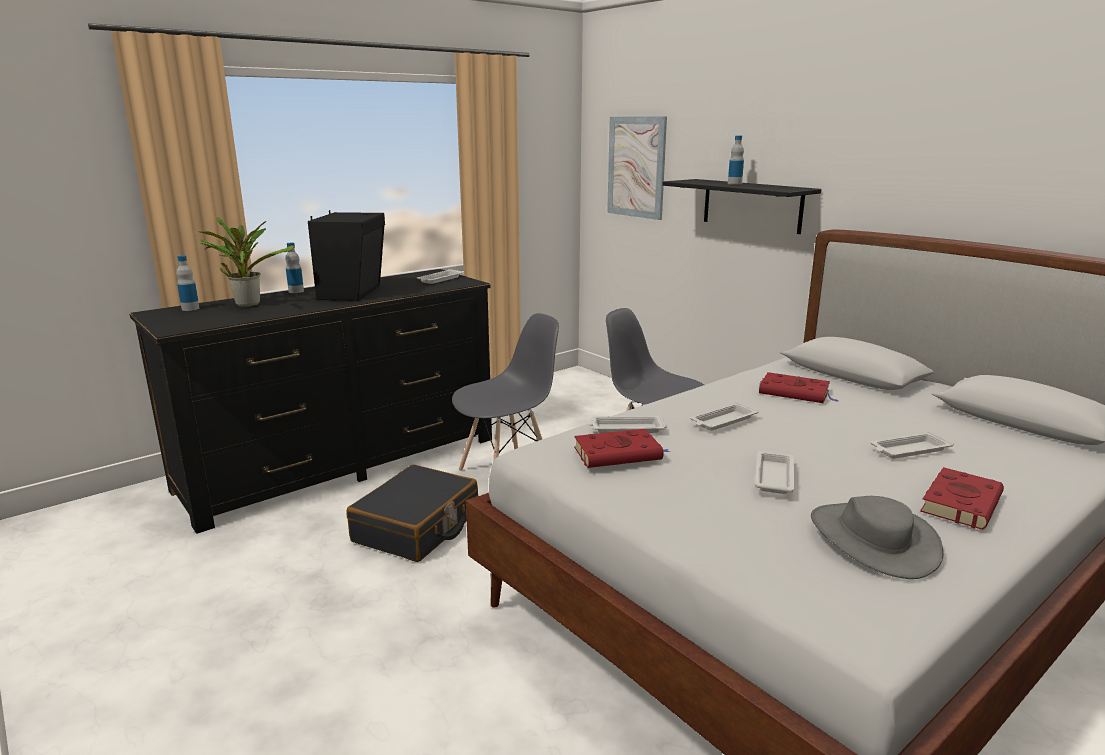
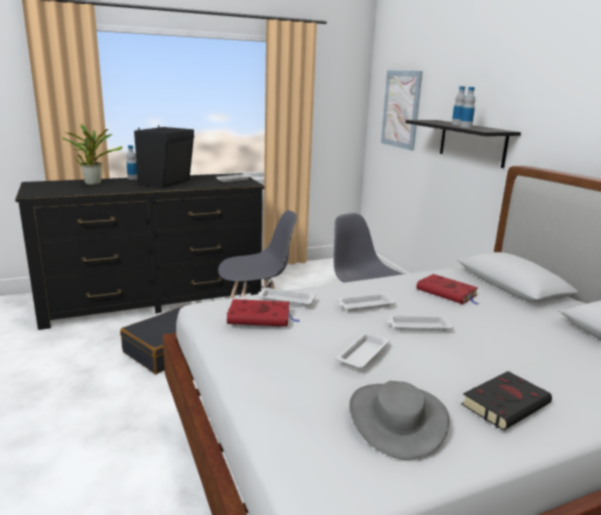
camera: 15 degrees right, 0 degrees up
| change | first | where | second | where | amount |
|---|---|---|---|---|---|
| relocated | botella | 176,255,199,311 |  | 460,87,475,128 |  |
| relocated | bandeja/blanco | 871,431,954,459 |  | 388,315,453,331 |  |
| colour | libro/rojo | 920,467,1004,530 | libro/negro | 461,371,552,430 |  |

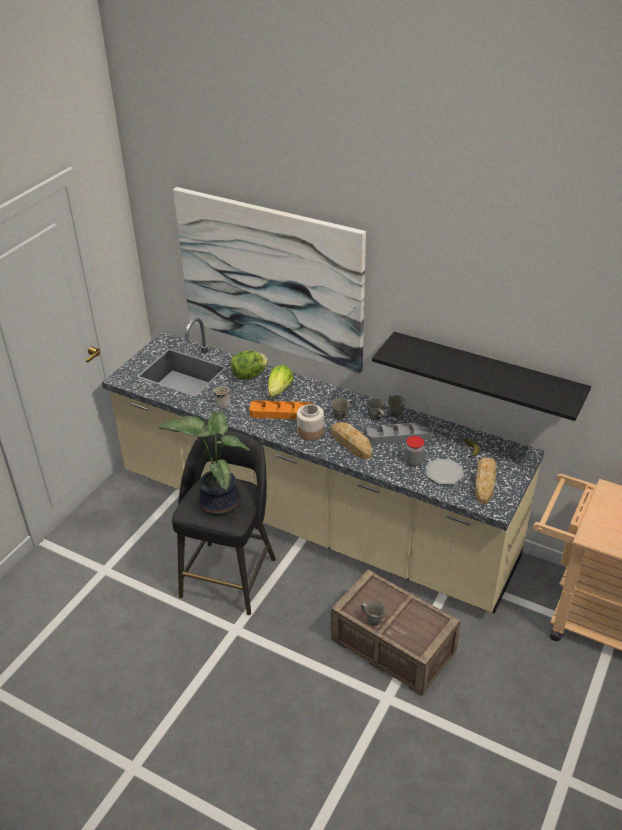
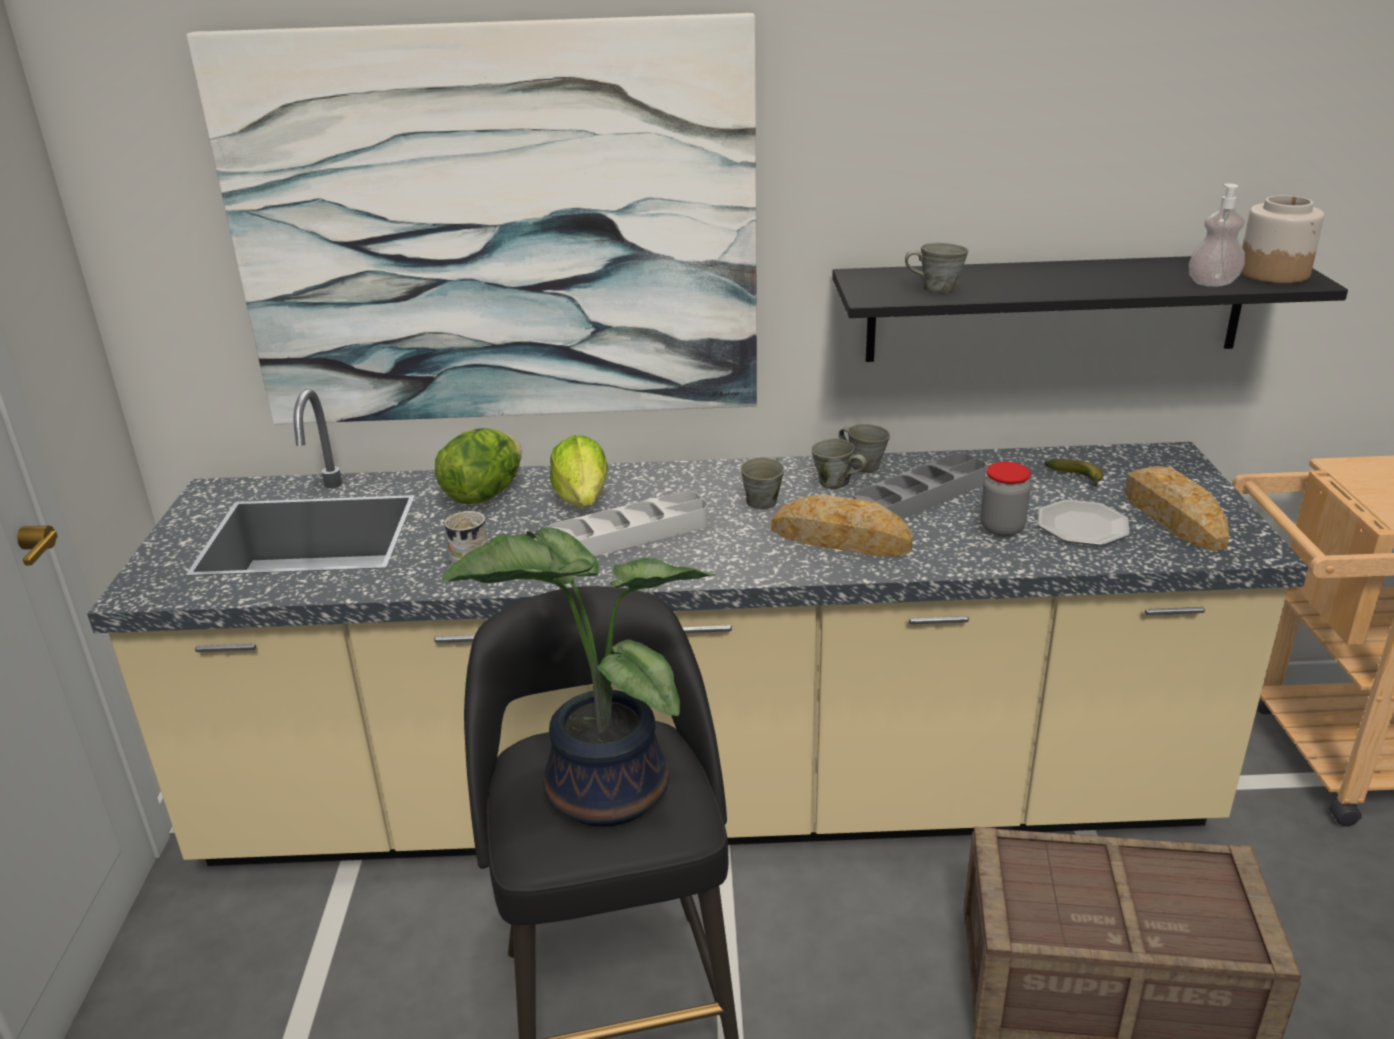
camera: 30 degrees left, 10 degrees down
| change | first | where | second | where | amount |
|---|---|---|---|---|---|
| appeared |  |  | dispensador de jabón | 1189,183,1245,287 |  |
| relocated | tarro | 297,404,324,441 |  | 1241,195,1324,283 |  |
| relocated | taza grande/gris | 361,602,386,626 |  | 905,243,969,294 |  |
| colour | bandeja/naranja | 249,400,313,419 | bandeja/gris | 549,491,708,556 |  |

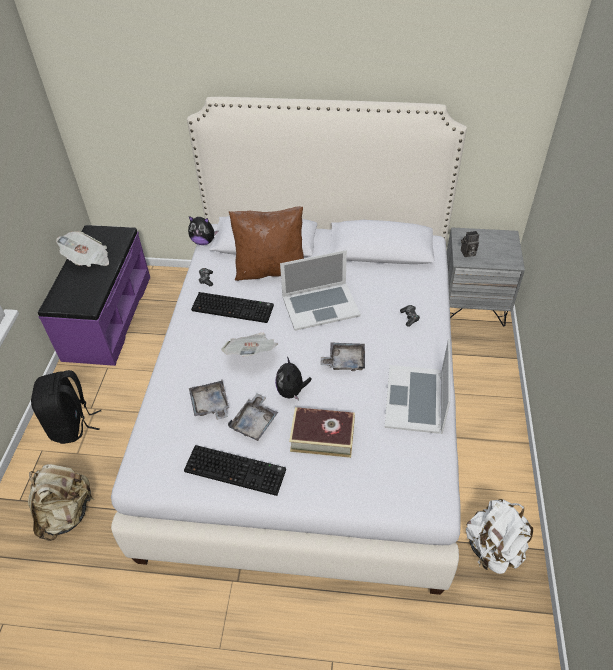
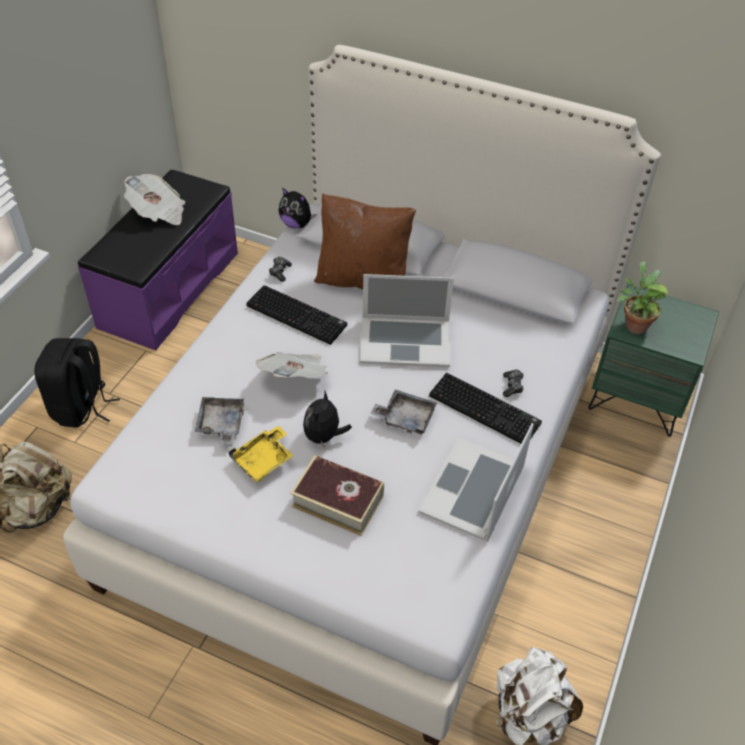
camera: 15 degrees right, 0 degrees up
| change | first | where | second | where | amount |
|---|---|---|---|---|---|
| relocated | teclado | 184,445,286,496 |  | 429,373,542,444 |  |
| exchanged | cámara | 461,231,479,257 | planta en maceta | 617,261,668,334 |  |
| colour | bandeja/gris | 228,394,278,441 | bandeja/amarillo | 229,426,293,482 |  |
| colour | mesita de noche/gris | 447,227,525,326 | mesita de noche/verde | 588,284,719,436 |  |

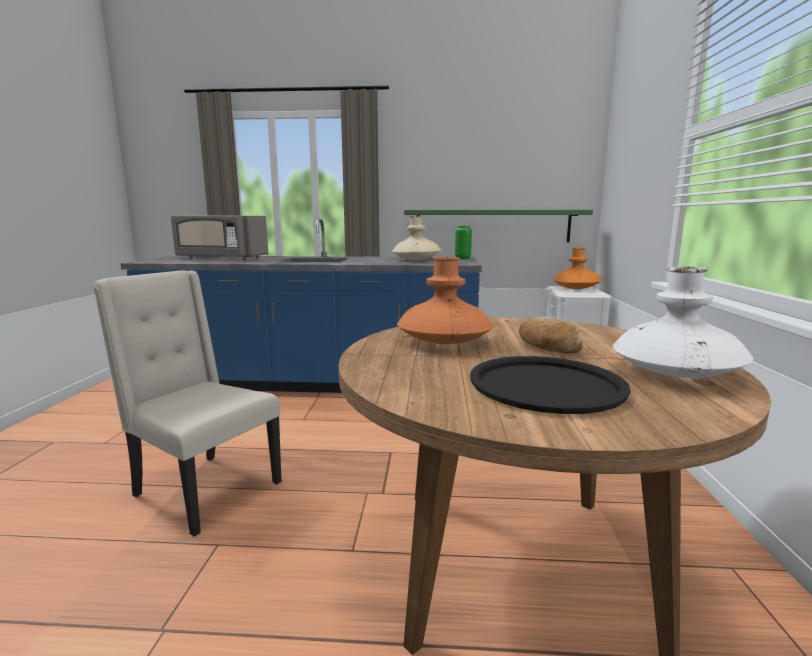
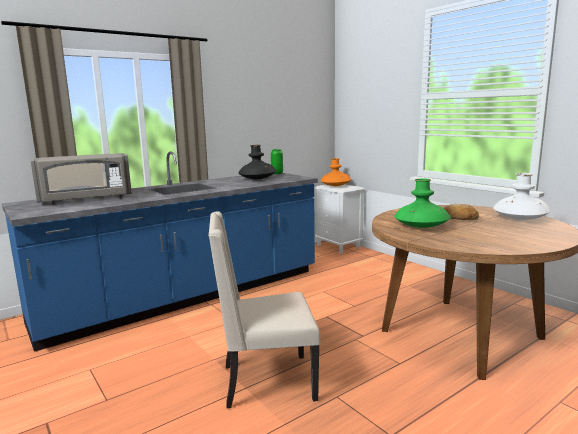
camera: 40 degrees left, 0 degrees up
| change | first | where | second | where | amount |
|---|---|---|---|---|---|
| missing | estante/verde | 404,210,593,242 |  |  |  |
| missing | bandeja/negro | 470,356,631,414 |  |  |  |
| colour | florero/beis | 392,216,441,261 | florero/negro | 238,145,277,180 |  |
| colour | florero/naranja | 397,257,494,344 | florero/verde | 394,178,451,228 |  |

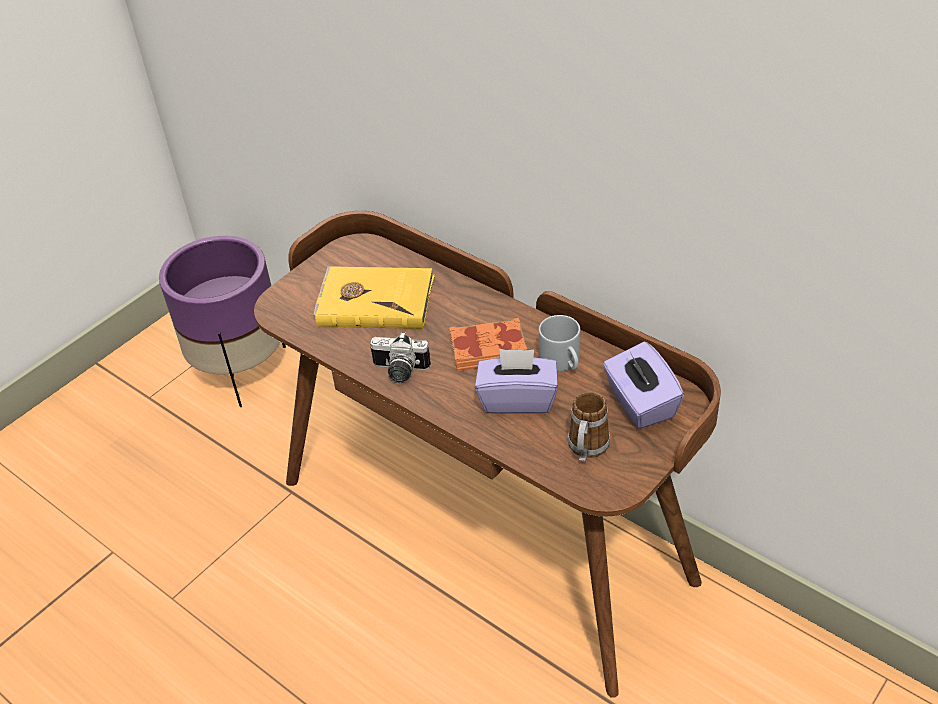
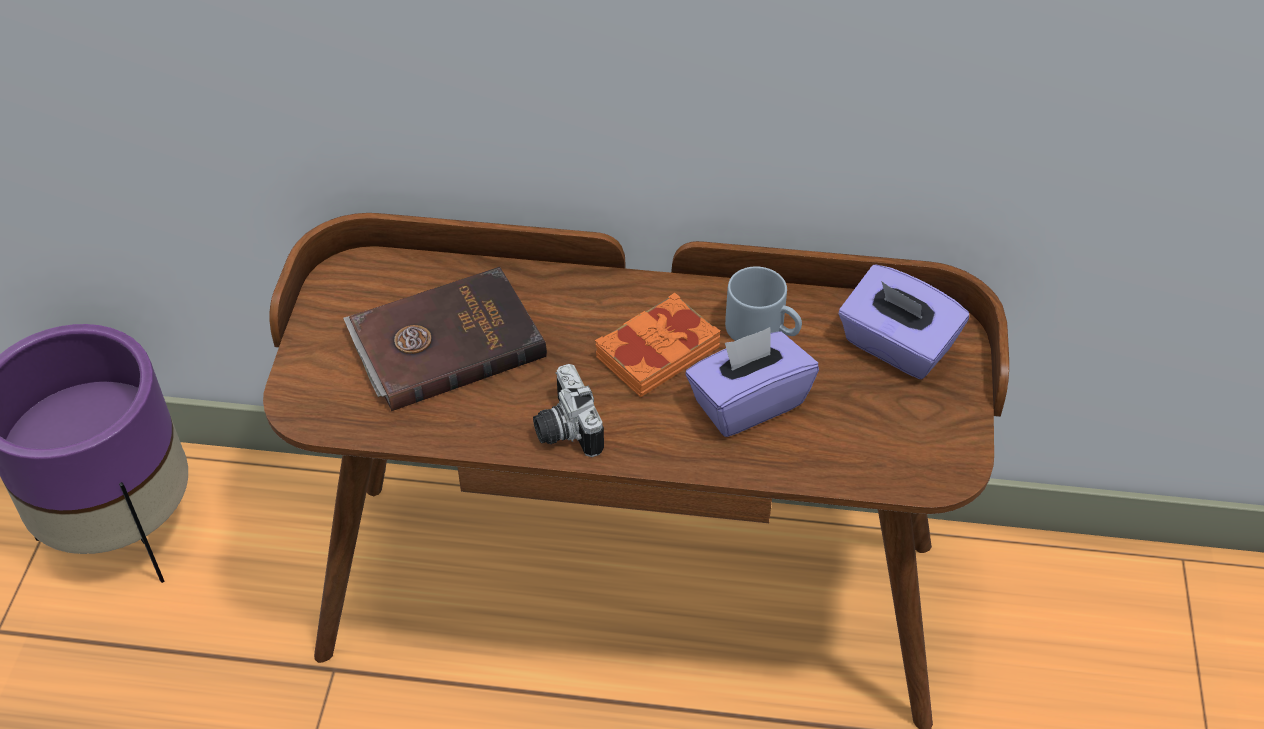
camera: 35 degrees left, 5 degrees up
| change | first | where | second | where | amount |
|---|---|---|---|---|---|
| missing | taza grande | 568,392,610,463 |  |  |  |
| colour | libro/amarillo | 314,266,435,329 | libro/marrón | 343,267,547,411 |  |
| spun | cámara | 370,332,431,383 |  | 533,364,604,457 | 90 degrees clockwise |

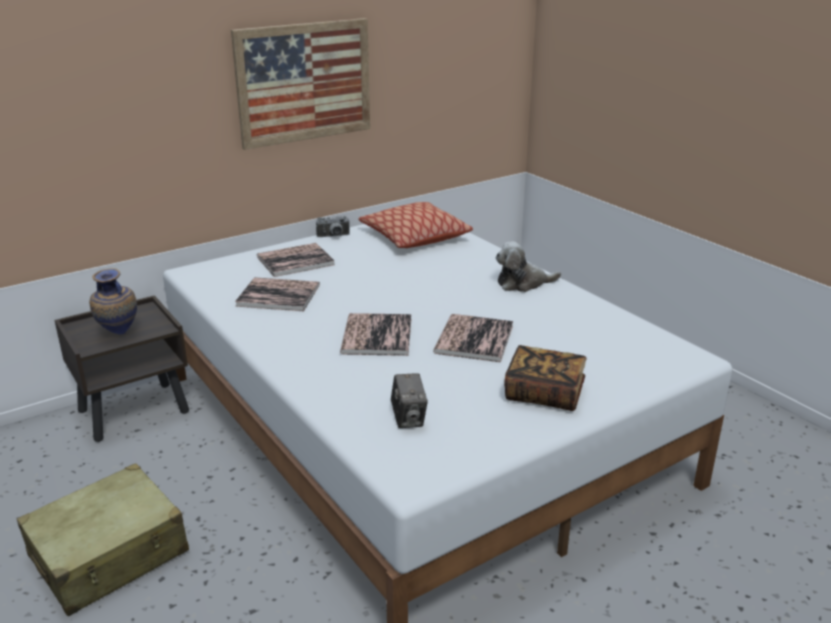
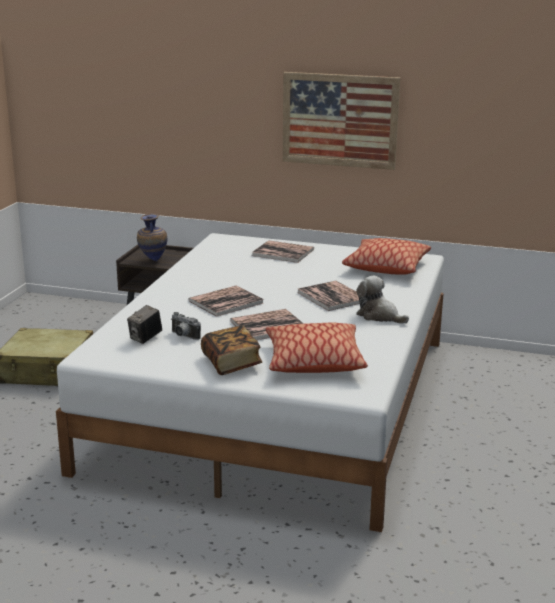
camera: 50 degrees right, 5 degrees down
| change | first | where | second | where | amount |
|---|---|---|---|---|---|
| appeared |  |  | cojín | 266,323,368,373 |  |
| relocated | libro | 235,277,320,311 |  | 297,281,360,311 |  |
| relocated | cámara | 316,216,350,237 |  | 171,312,201,340 |  |

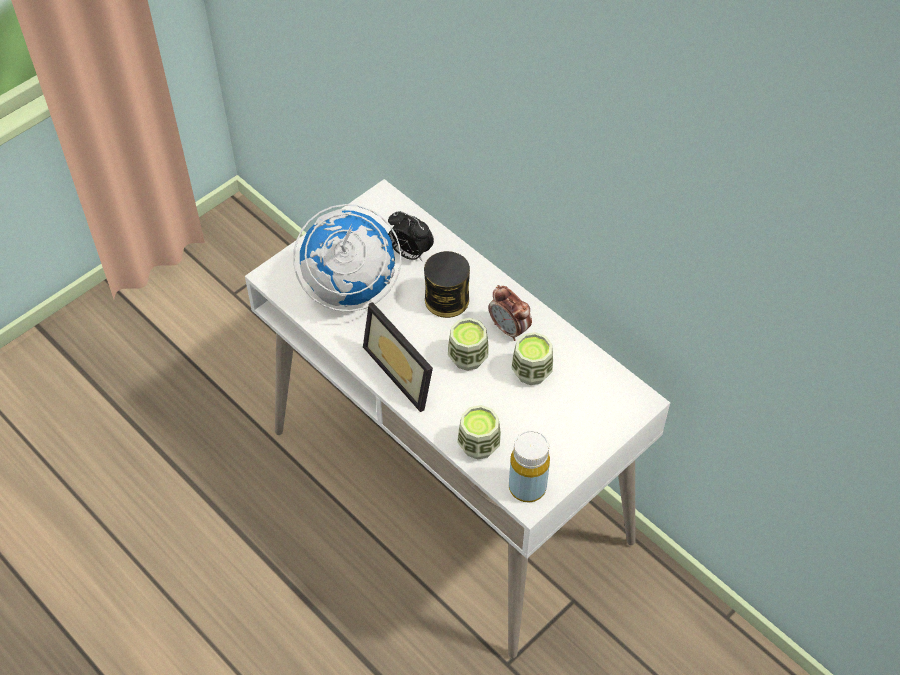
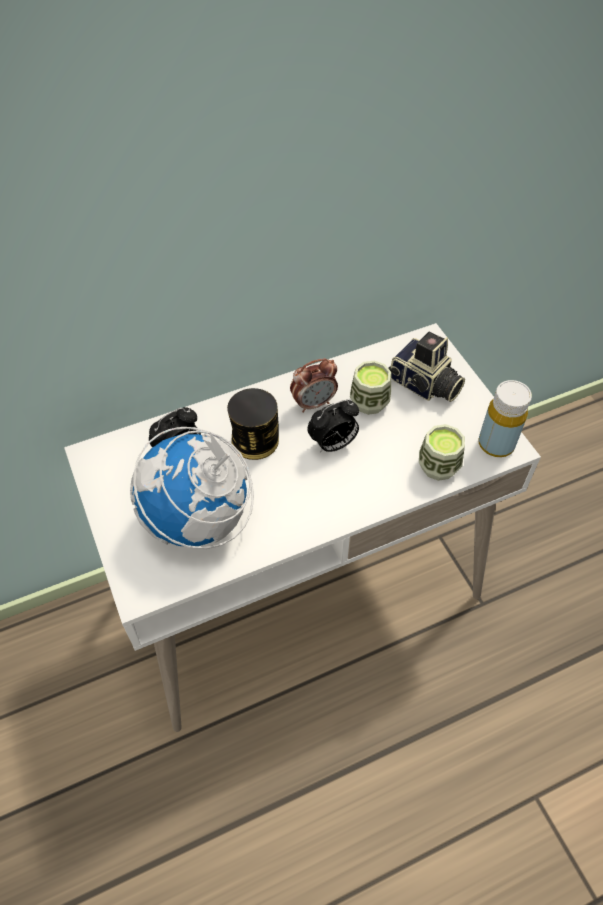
camera: 70 degrees left, 0 degrees up
| change | first | where | second | where | amount |
|---|---|---|---|---|---|
| missing | portarretratos | 363,302,433,412 |  |  |  |
| appeared |  |  | cámara | 388,332,465,402 |  |
| exchanged | taza | 448,318,489,371 | despertador | 307,400,359,452 |  |

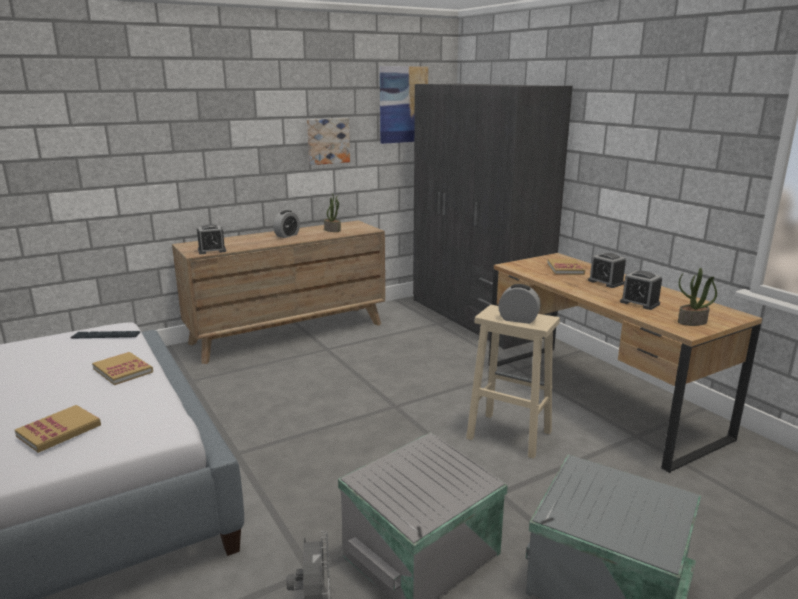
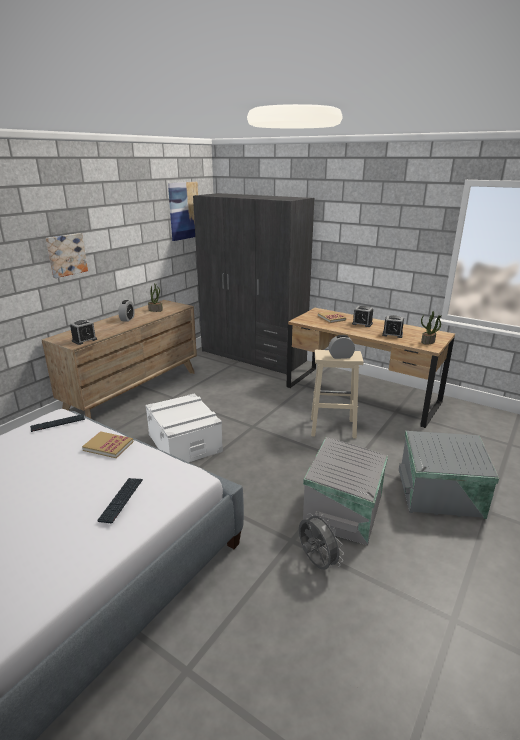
camera: 25 degrees left, 5 degrees up
| change | first | where | second | where | amount |
|---|---|---|---|---|---|
| appeared |  |  | caja de almacenaje/blanco | 145,393,223,462 |  |
| relocated | cuadro | 307,118,350,165 |  | 46,233,88,278 |  |
| exchanged | libro | 15,405,101,453 | teclado | 97,478,143,523 |  |

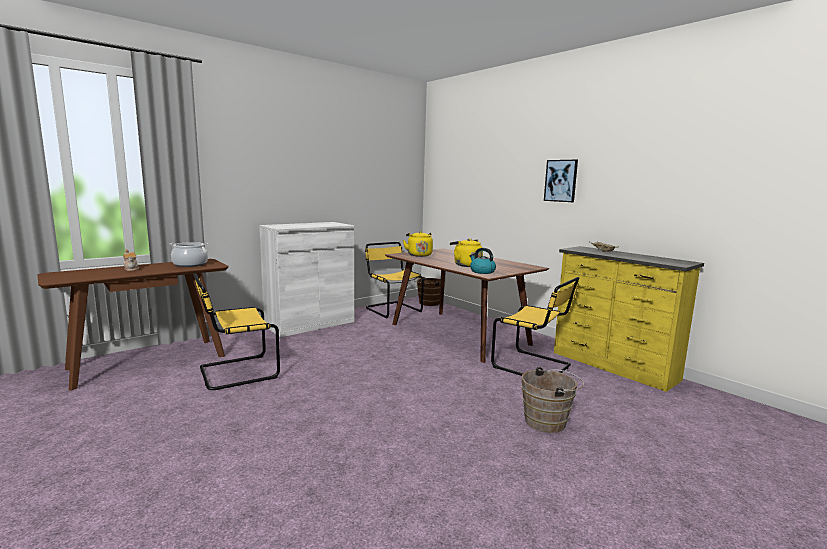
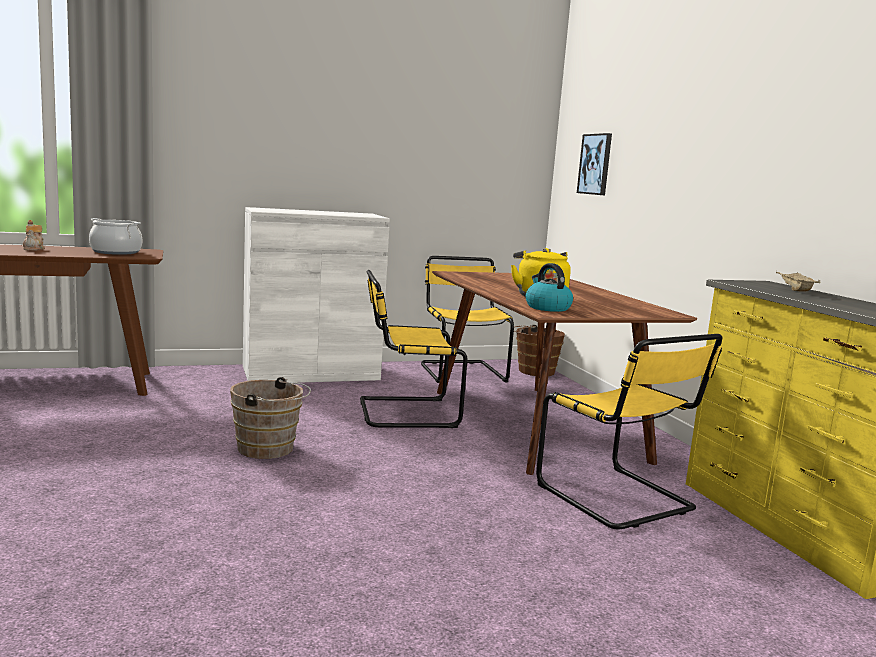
camera: 20 degrees right, 0 degrees up
| change | first | where | second | where | amount |
|---|---|---|---|---|---|
| missing | hervidor/amarillo | 403,231,433,257 |  |  |  |
| relocated | silla/amarillo | 193,273,280,390 |  | 360,270,467,428 |  |
| relocated | cubo/marrón | 521,367,584,433 |  | 230,377,311,459 |  |
| relocated | cuadro | 544,160,578,202 |  | 577,133,612,195 |  |

